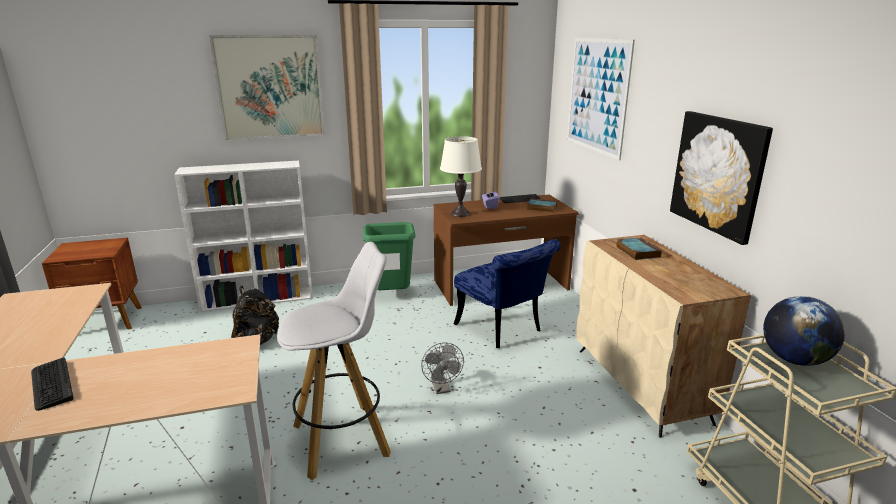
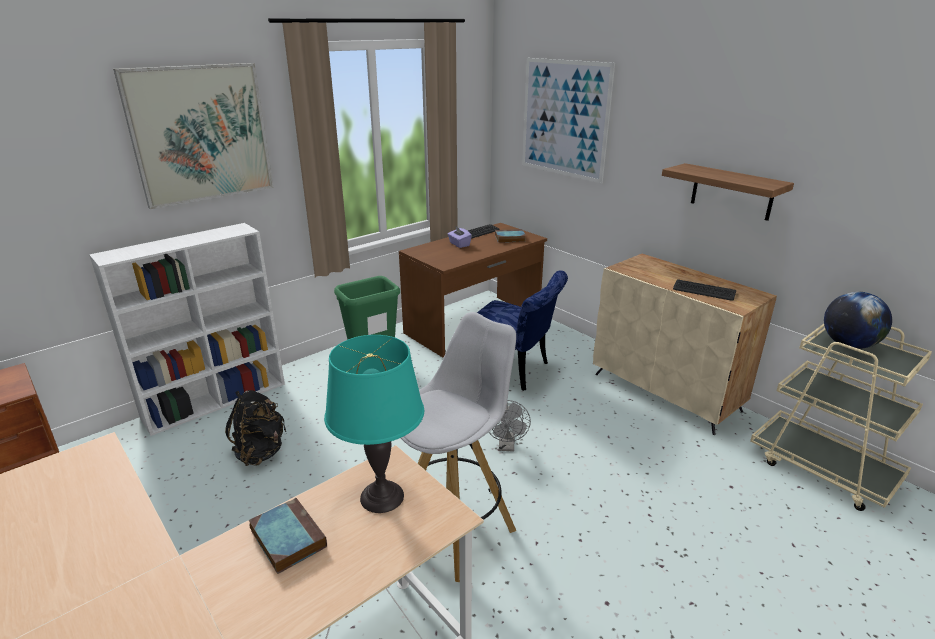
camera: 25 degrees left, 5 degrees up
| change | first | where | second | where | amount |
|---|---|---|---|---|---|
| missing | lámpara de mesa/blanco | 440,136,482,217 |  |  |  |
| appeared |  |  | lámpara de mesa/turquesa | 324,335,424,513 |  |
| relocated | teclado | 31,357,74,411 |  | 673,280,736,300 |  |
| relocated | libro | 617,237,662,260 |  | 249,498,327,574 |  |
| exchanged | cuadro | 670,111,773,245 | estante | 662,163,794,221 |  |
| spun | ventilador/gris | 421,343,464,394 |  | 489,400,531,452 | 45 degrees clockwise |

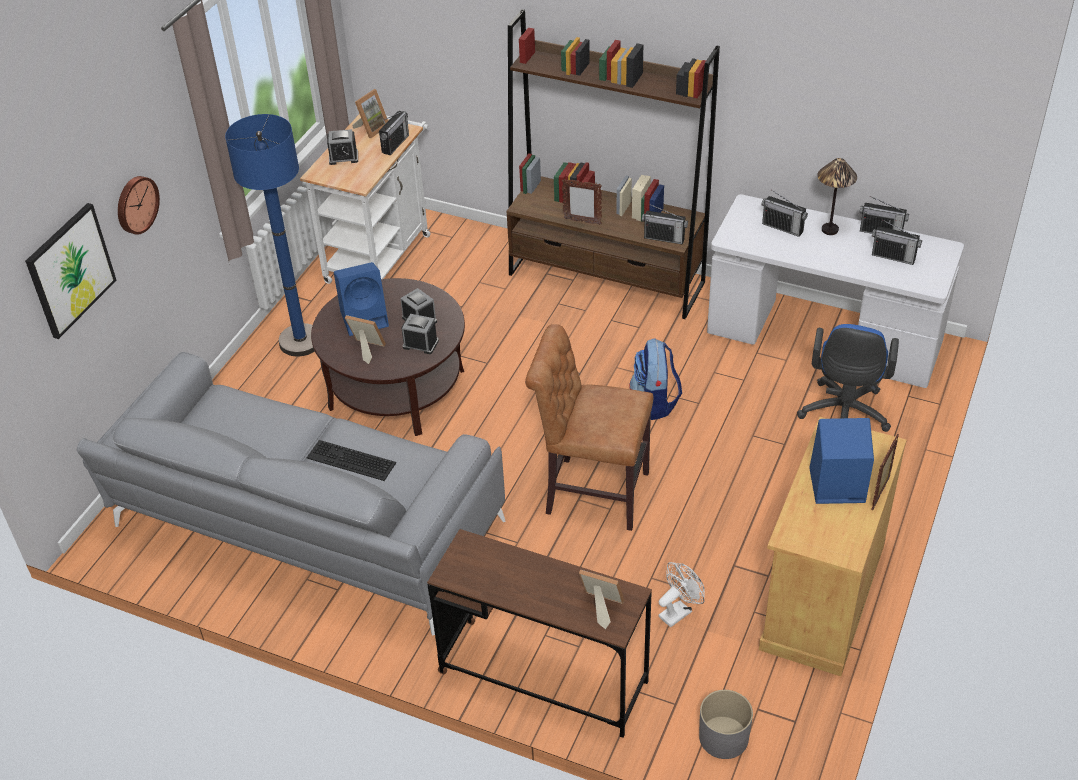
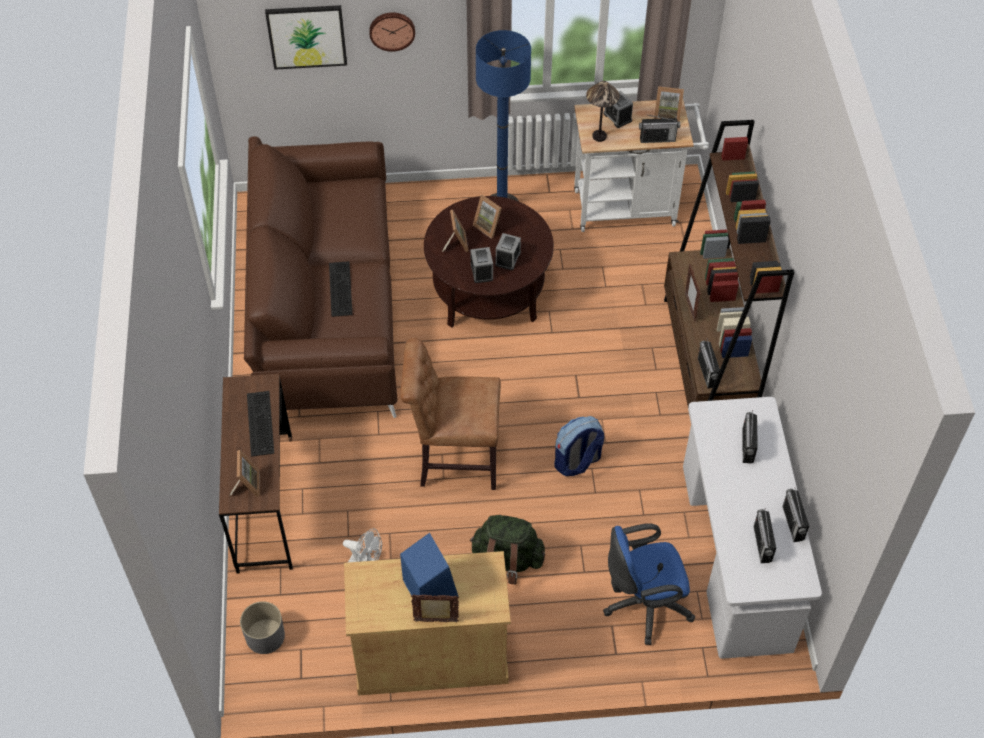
camera: 60 degrees right, 10 degrees up
| change | first | where | second | where | amount |
|---|---|---|---|---|---|
| appeared |  |  | teclado | 247,391,274,457 |  |
| appeared |  |  | mochila/verde | 470,515,545,585 |  |
| relocated | lámpara de mesa | 817,158,857,235 |  | 586,81,620,142 |  |
| exchanged | altavoz/azul | 334,262,389,336 | portarretratos | 473,195,502,239 |  |
| colour | sofá/gris | 77,352,506,636 | sofá/marrón | 244,136,398,418 |  |
| spun | silla/marrón | 525,324,653,531 |  | 400,338,501,490 | 75 degrees counterclockwise |

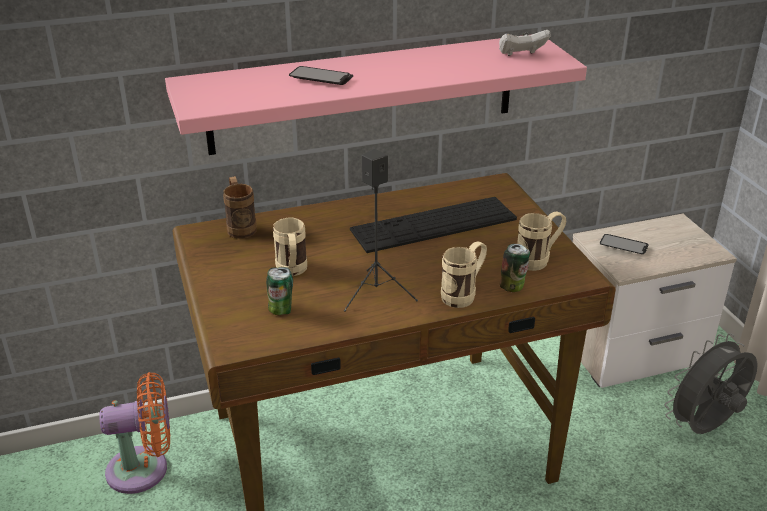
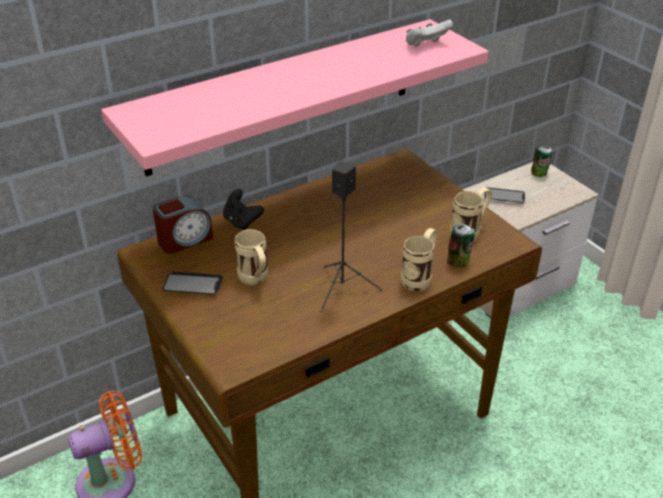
camera: 15 degrees left, 5 degrees up
| change | first | where | second | where | amount |
|---|---|---|---|---|---|
| missing | teclado | 350,197,517,253 |  |  |  |
| missing | ventilador/gris | 664,333,758,434 |  |  |  |
| appeared |  |  | mando de consola/negro | 223,189,264,230 |  |
| relocated | lata | 266,267,293,315 |  | 531,146,552,177 |  |
| relocated | móvil | 289,66,353,85 |  | 162,272,223,295 |  |
| exchanged | taza grande/marrón | 223,176,257,239 | despertador | 153,196,213,254 |  |

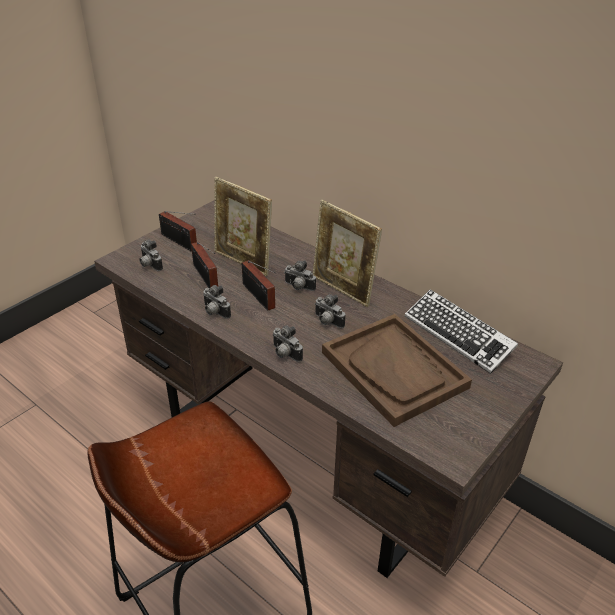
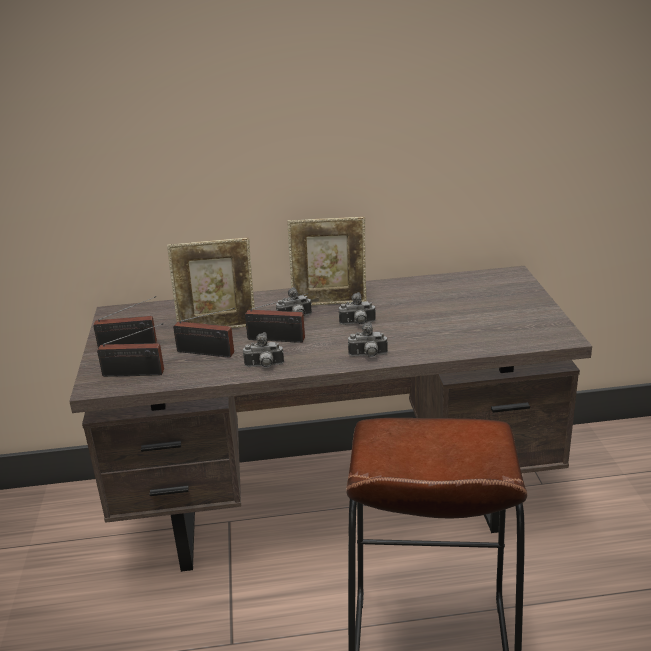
camera: 45 degrees left, 10 degrees down
| change | first | where | second | where | amount |
|---|---|---|---|---|---|
| missing | bandeja/marrón | 322,314,472,427 |  |  |  |
| missing | teclado | 405,289,518,374 |  |  |  |
| exchanged | cámara | 139,239,163,271 | radio | 97,323,164,377 |  |

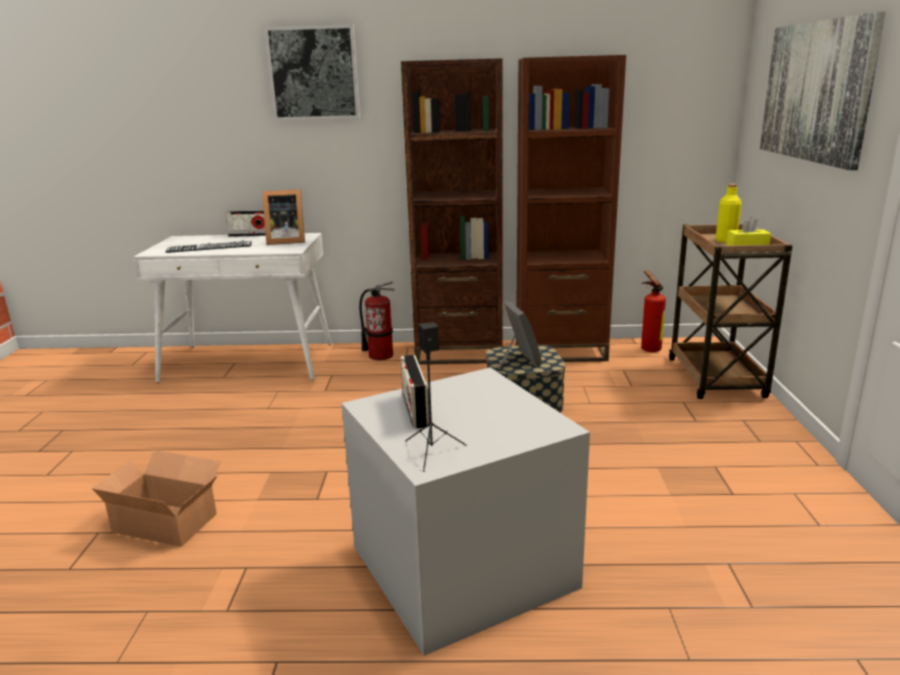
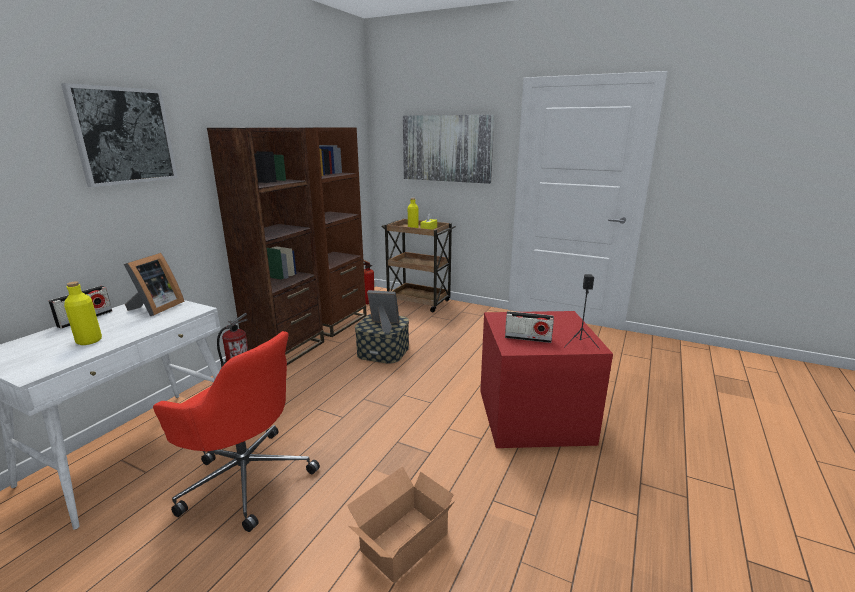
camera: 65 degrees left, 0 degrees up
| change | first | where | second | where | amount |
|---|---|---|---|---|---|
| appeared |  |  | silla de oficina/rojo | 153,331,320,532 |  |
| exchanged | teclado | 165,240,252,253 | botella/amarillo | 64,281,102,345 |  |
| colour | caja de almacenaje/gris | 341,368,590,656 | caja de almacenaje/rojo | 480,311,613,448 |  |

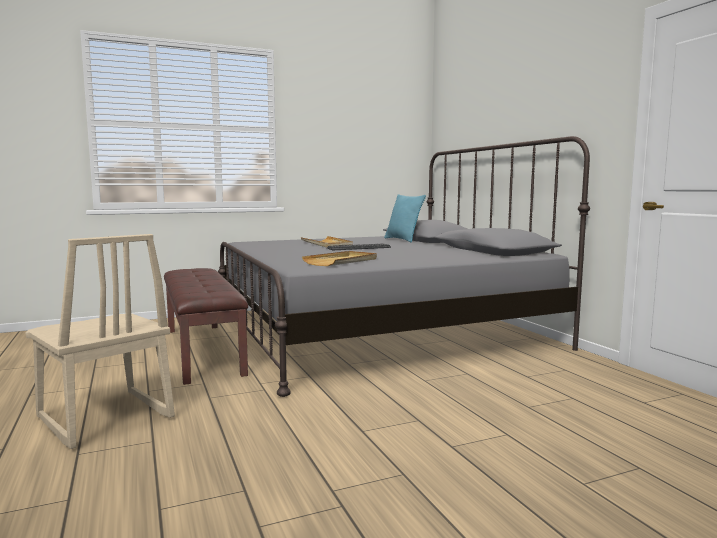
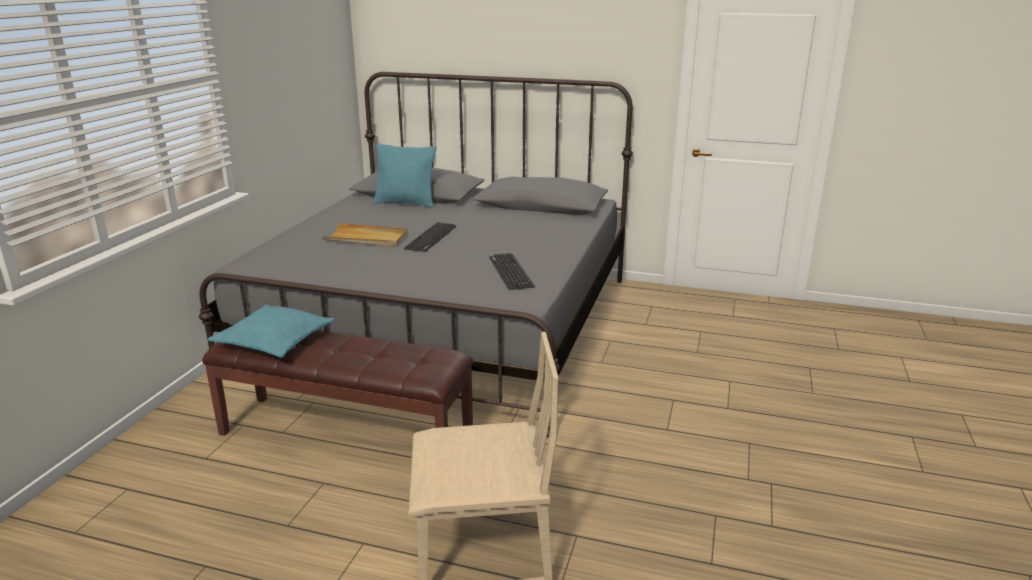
camera: 50 degrees left, 15 degrees up
| change | first | where | second | where | amount |
|---|---|---|---|---|---|
| appeared |  |  | cojín/turquesa | 208,304,335,358 |  |
| exchanged | bandeja/beis | 302,251,377,266 | teclado | 489,253,535,290 |  |

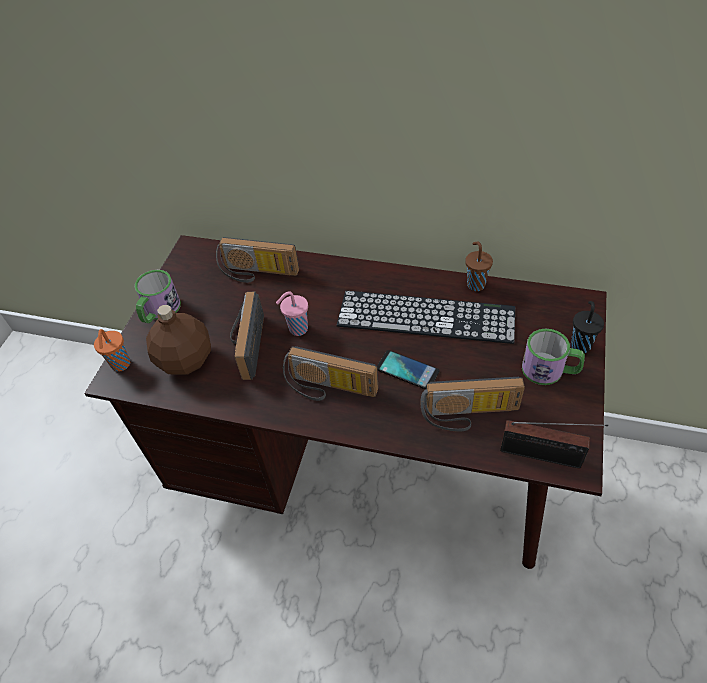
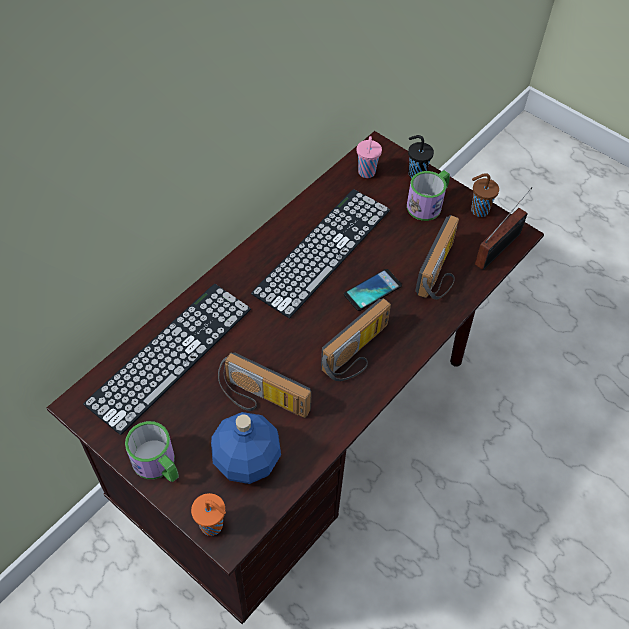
camera: 70 degrees left, 5 degrees up
| change | first | where | second | where | amount |
|---|---|---|---|---|---|
| relocated | taza/rosa | 276,291,308,336 |  | 357,136,382,178 |  |
| relocated | taza/marrón | 465,242,493,291 |  | 471,173,499,217 |  |
| exchanged | radio | 216,237,299,283 | teclado | 83,284,251,435 |  |
| colour | botella/marrón | 146,305,211,375 | botella/azul | 211,412,281,484 |  |

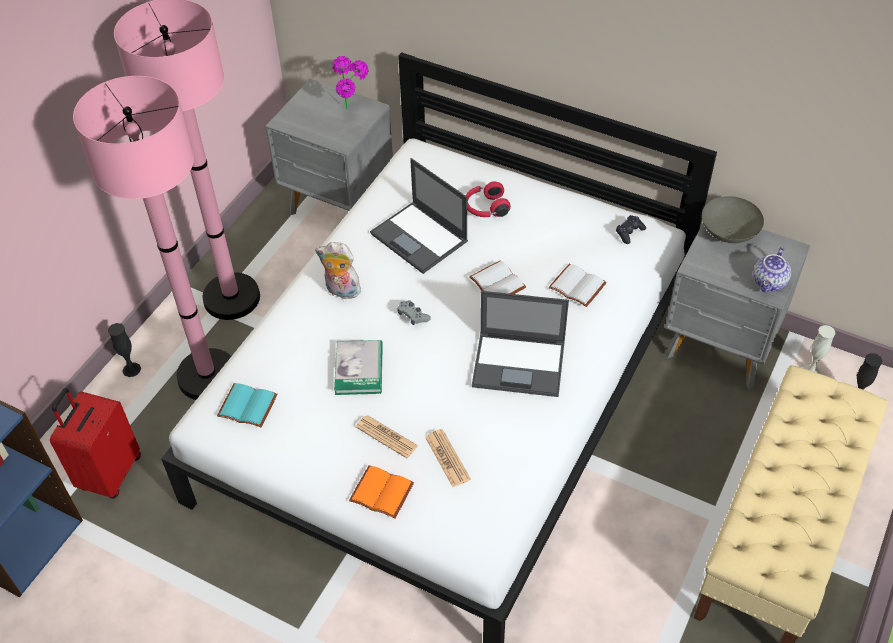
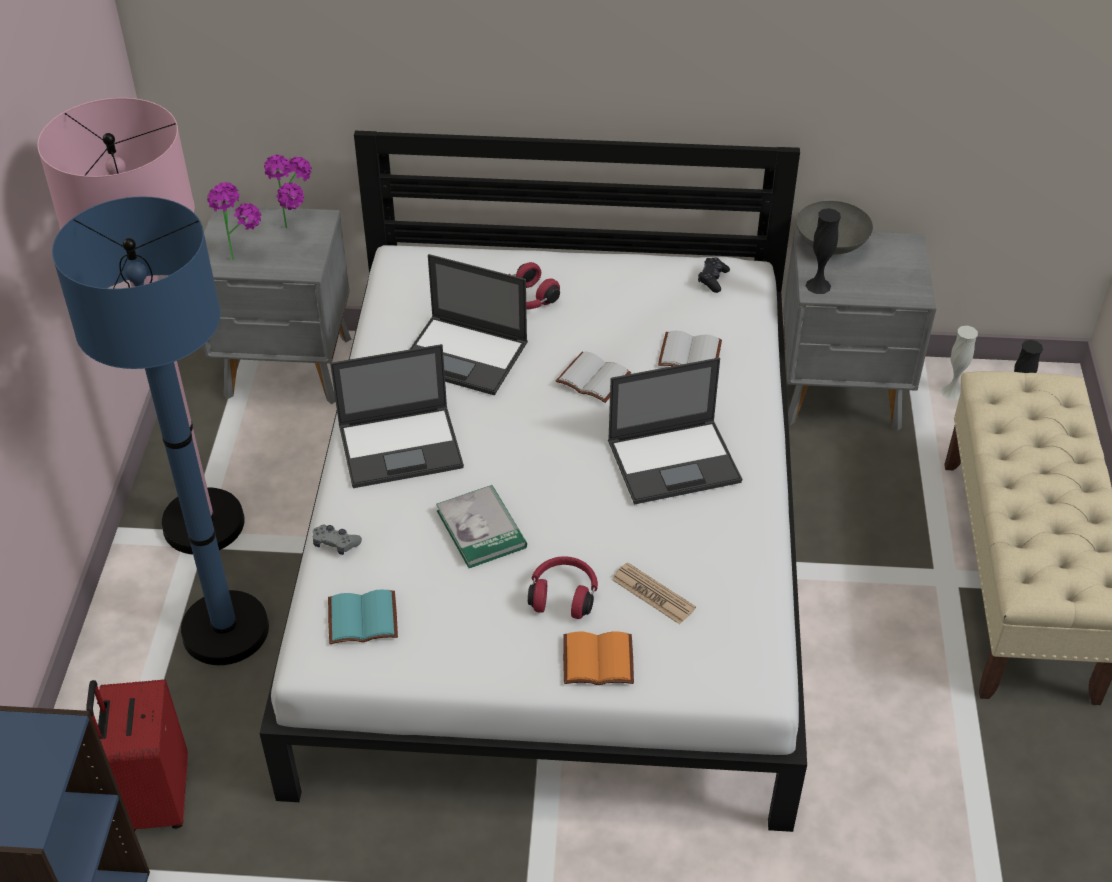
camera: 25 degrees left, 5 degrees down
| change | first | where | second | where | amount |
|---|---|---|---|---|---|
| missing | tetera | 753,247,791,292 |  |  |  |
| appeared |  |  | planta en maceta | 207,182,261,260 |  |
| relocated | florero/negro | 108,323,141,377 |  | 806,208,841,294 |  |
| relocated | mando de consola/gris | 398,300,431,325 |  | 313,525,362,555 |  |
| exchanged | peluche | 315,242,363,299 | portátil | 330,344,464,488 |  |
| exchanged | periódico | 356,415,418,458 | auriculares/rojo | 528,556,598,619 |  |
| colour | lámpara de pie/rosa | 73,76,231,400 | lámpara de pie/azul | 52,196,269,665 |  |

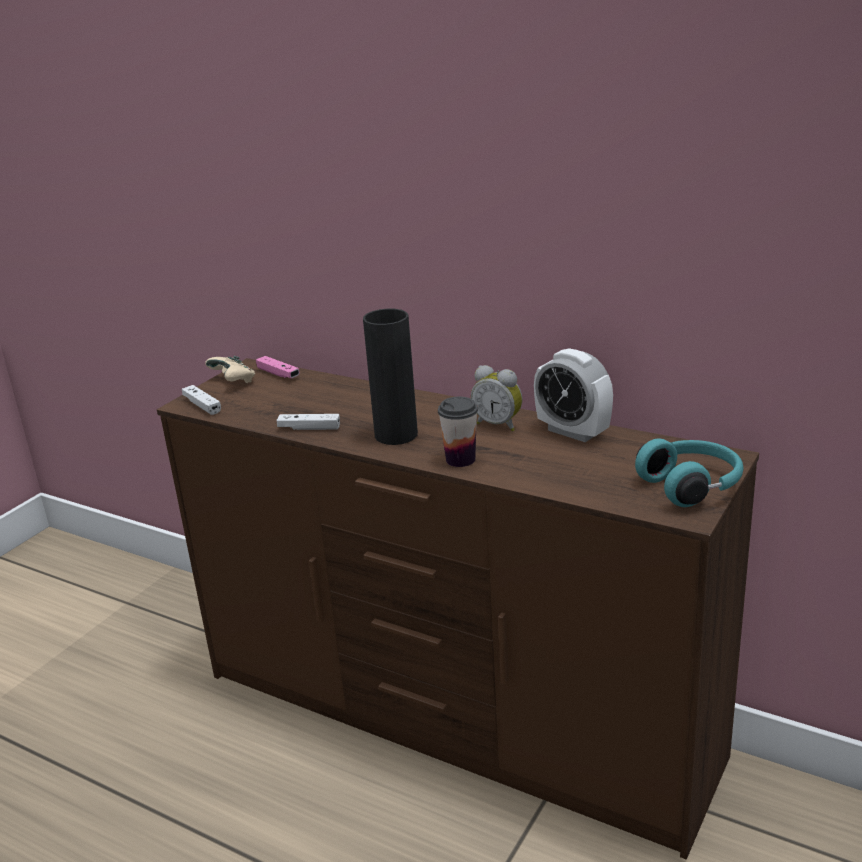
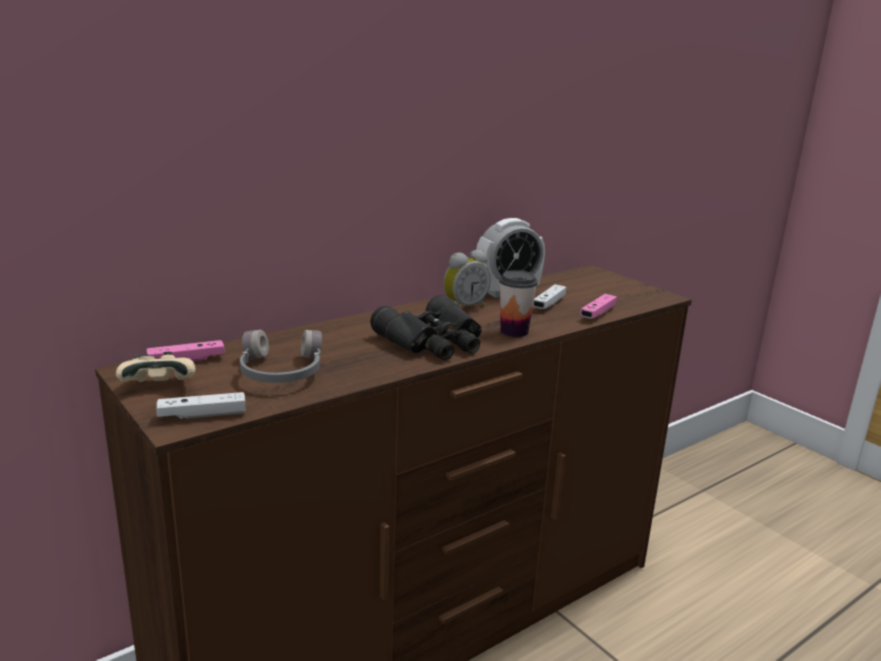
camera: 70 degrees left, 5 degrees down
| change | first | where | second | where | amount |
|---|---|---|---|---|---|
| missing | auriculares/turquesa | 635,438,744,507 |  |  |  |
| appeared |  |  | auriculares/gris | 240,330,322,383 |  |
| appeared |  |  | mando de consola/rosa | 580,294,617,319 |  |
| relocated | mando de consola/blanco | 277,414,340,430 |  | 533,284,566,309 |  |
| exchanged | florero/negro | 363,309,418,445 | prismáticos/negro | 370,295,482,360 |  |

